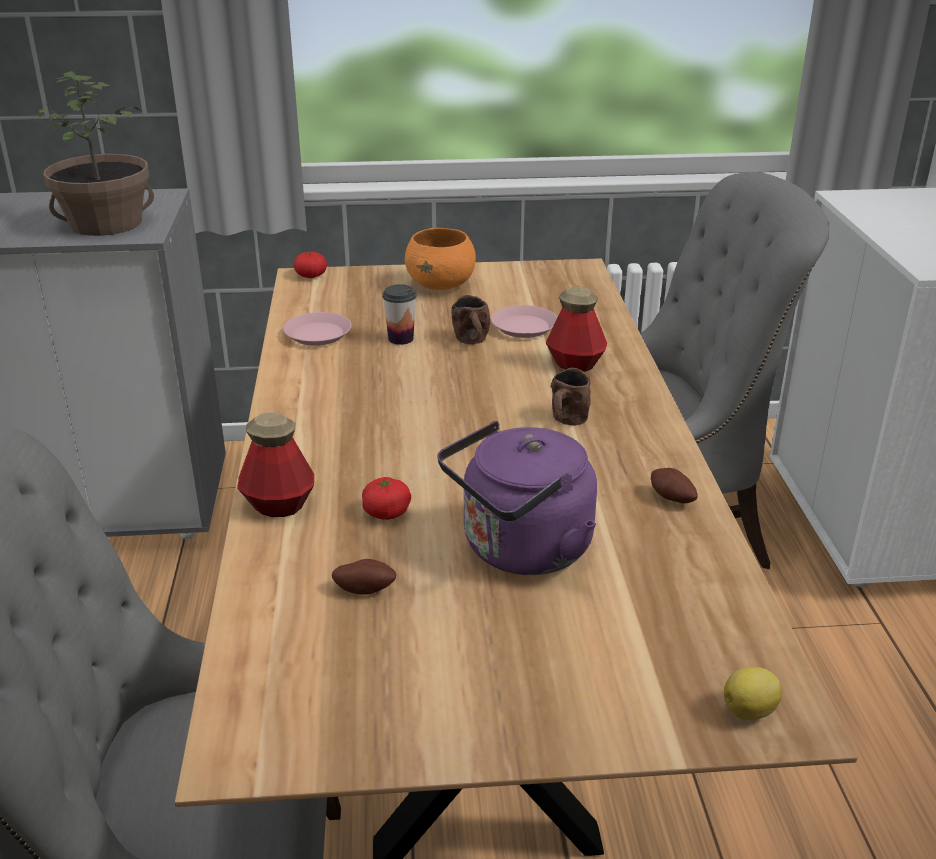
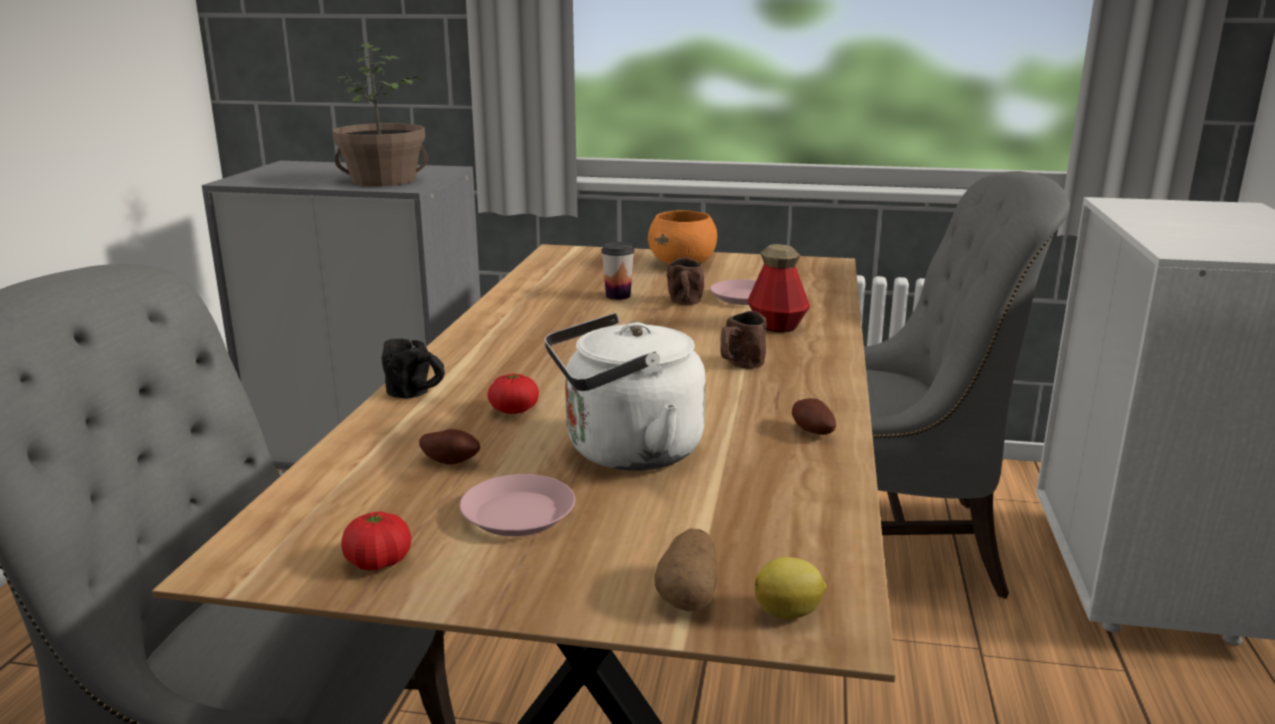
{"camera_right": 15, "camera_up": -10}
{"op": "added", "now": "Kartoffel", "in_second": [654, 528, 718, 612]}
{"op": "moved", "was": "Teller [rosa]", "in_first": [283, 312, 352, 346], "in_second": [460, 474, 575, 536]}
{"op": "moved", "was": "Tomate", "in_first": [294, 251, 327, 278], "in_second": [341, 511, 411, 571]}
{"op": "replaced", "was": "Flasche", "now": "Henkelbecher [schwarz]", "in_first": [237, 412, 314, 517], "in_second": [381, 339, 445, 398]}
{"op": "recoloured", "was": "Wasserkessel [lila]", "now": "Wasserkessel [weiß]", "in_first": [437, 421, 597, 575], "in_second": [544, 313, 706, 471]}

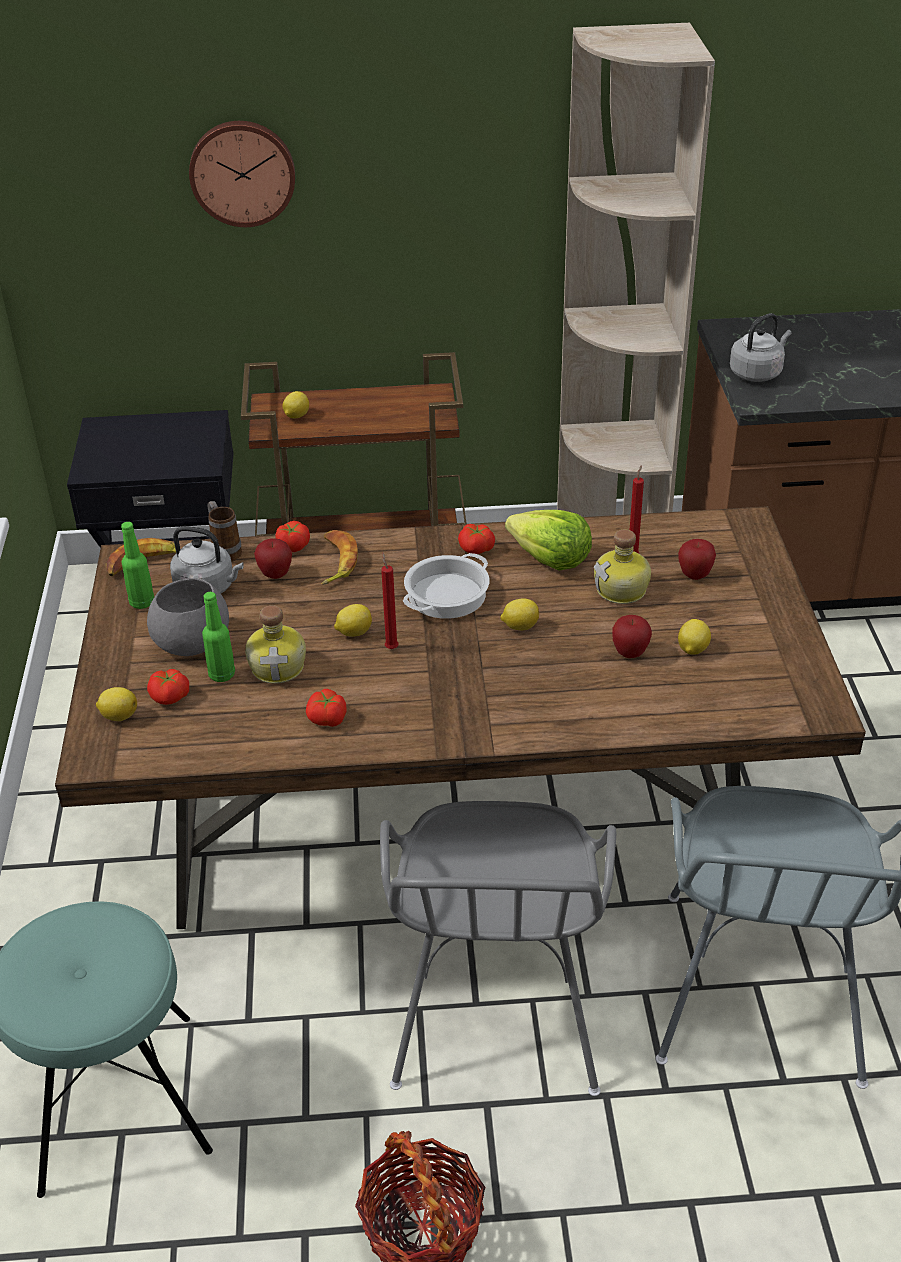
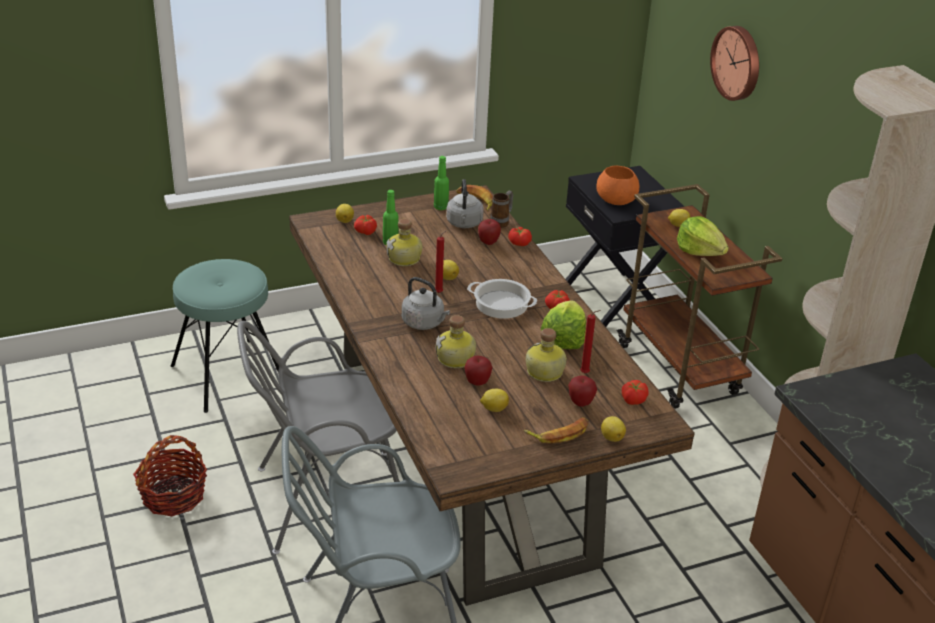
{"camera_right": 70, "camera_up": -5}
{"op": "removed", "was": "Schüssel [grau]", "in_first": [147, 578, 229, 656]}
{"op": "added", "now": "Flasche", "in_second": [435, 315, 476, 368]}
{"op": "added", "now": "Schüssel [orange]", "in_second": [596, 165, 639, 205]}
{"op": "added", "now": "Salatkopf", "in_second": [677, 216, 729, 256]}
{"op": "moved", "was": "Tomate", "in_first": [306, 689, 346, 727], "in_second": [622, 380, 648, 405]}
{"op": "moved", "was": "Banane", "in_first": [322, 530, 358, 585], "in_second": [523, 417, 589, 444]}
{"op": "moved", "was": "Zitrone", "in_first": [500, 598, 539, 630], "in_second": [601, 416, 626, 442]}
{"op": "moved", "was": "Wasserkessel [grau]", "in_first": [730, 313, 792, 382], "in_second": [402, 277, 450, 330]}

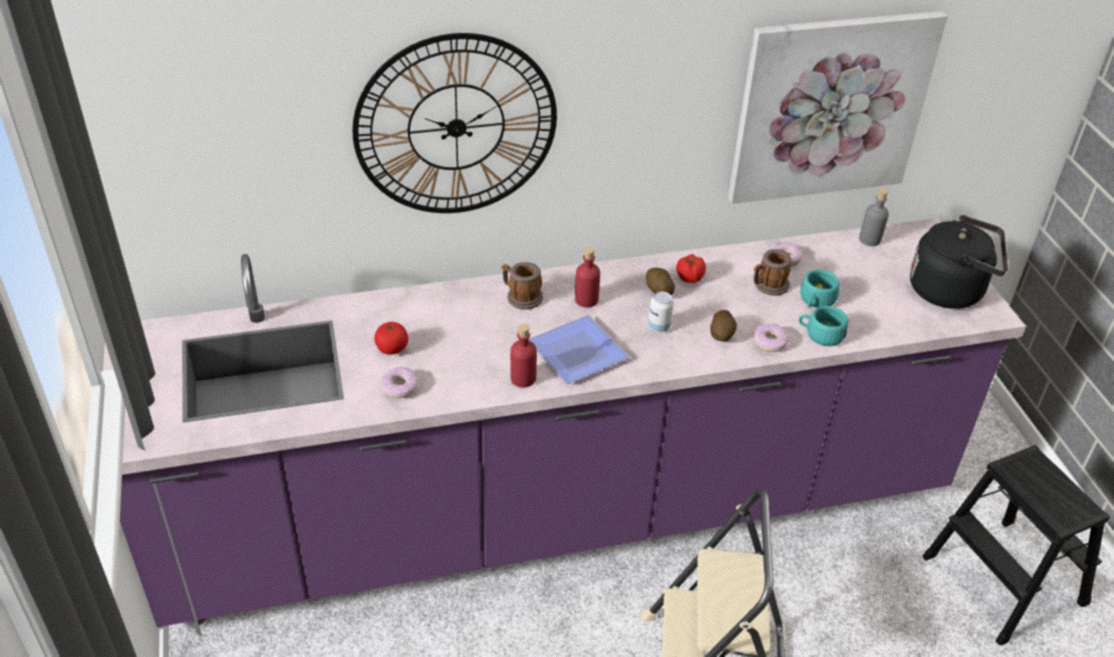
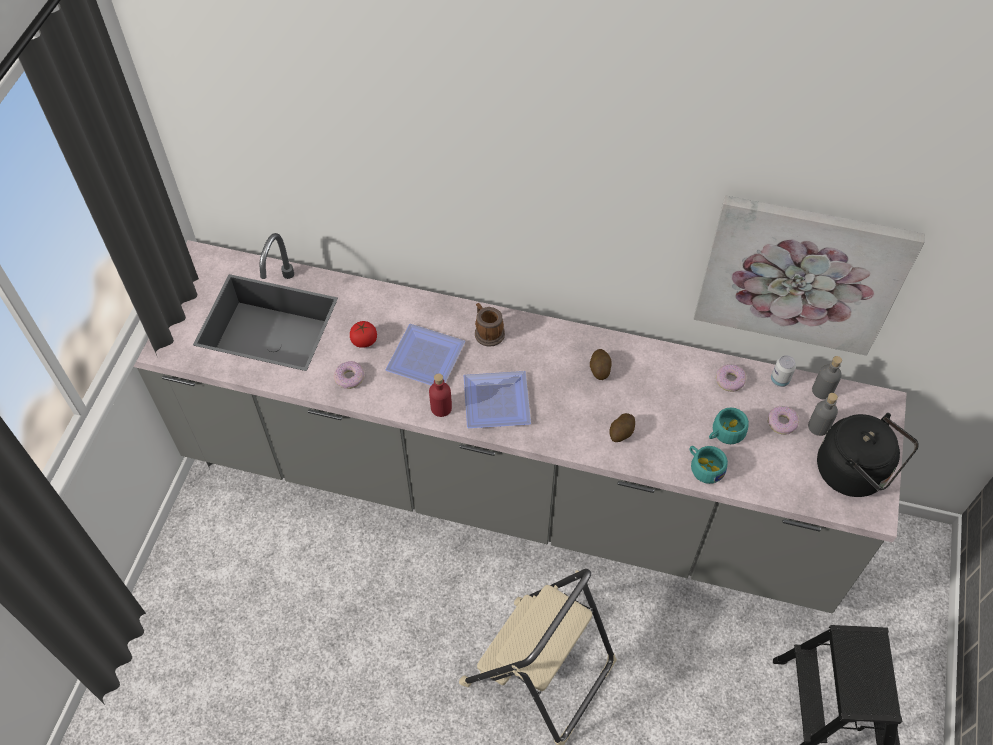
{"camera_right": 30, "camera_up": 15}
{"op": "removed", "was": "Wanduhr", "in_first": [352, 33, 557, 213]}
{"op": "removed", "was": "Flasche [rot]", "in_first": [575, 247, 600, 307]}
{"op": "removed", "was": "Tomate", "in_first": [676, 254, 706, 283]}
{"op": "removed", "was": "Henkelbecher", "in_first": [754, 249, 791, 296]}
{"op": "added", "now": "Teller", "in_second": [385, 324, 465, 385]}
{"op": "added", "now": "Flasche [grau]", "in_second": [808, 393, 838, 436]}
{"op": "moved", "was": "Dose", "in_first": [648, 291, 674, 332], "in_second": [771, 355, 796, 387]}
{"op": "moved", "was": "Donut", "in_first": [753, 323, 789, 352], "in_second": [767, 406, 799, 435]}
{"op": "recoloured", "was": "Küchenzeile [lila]", "now": "Küchenzeile [grau]", "in_first": [103, 218, 1026, 627], "in_second": [134, 233, 907, 613]}

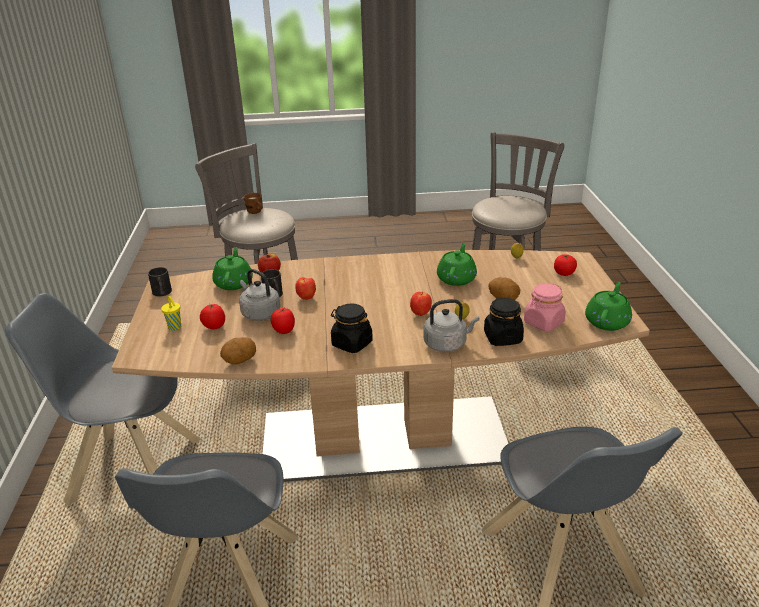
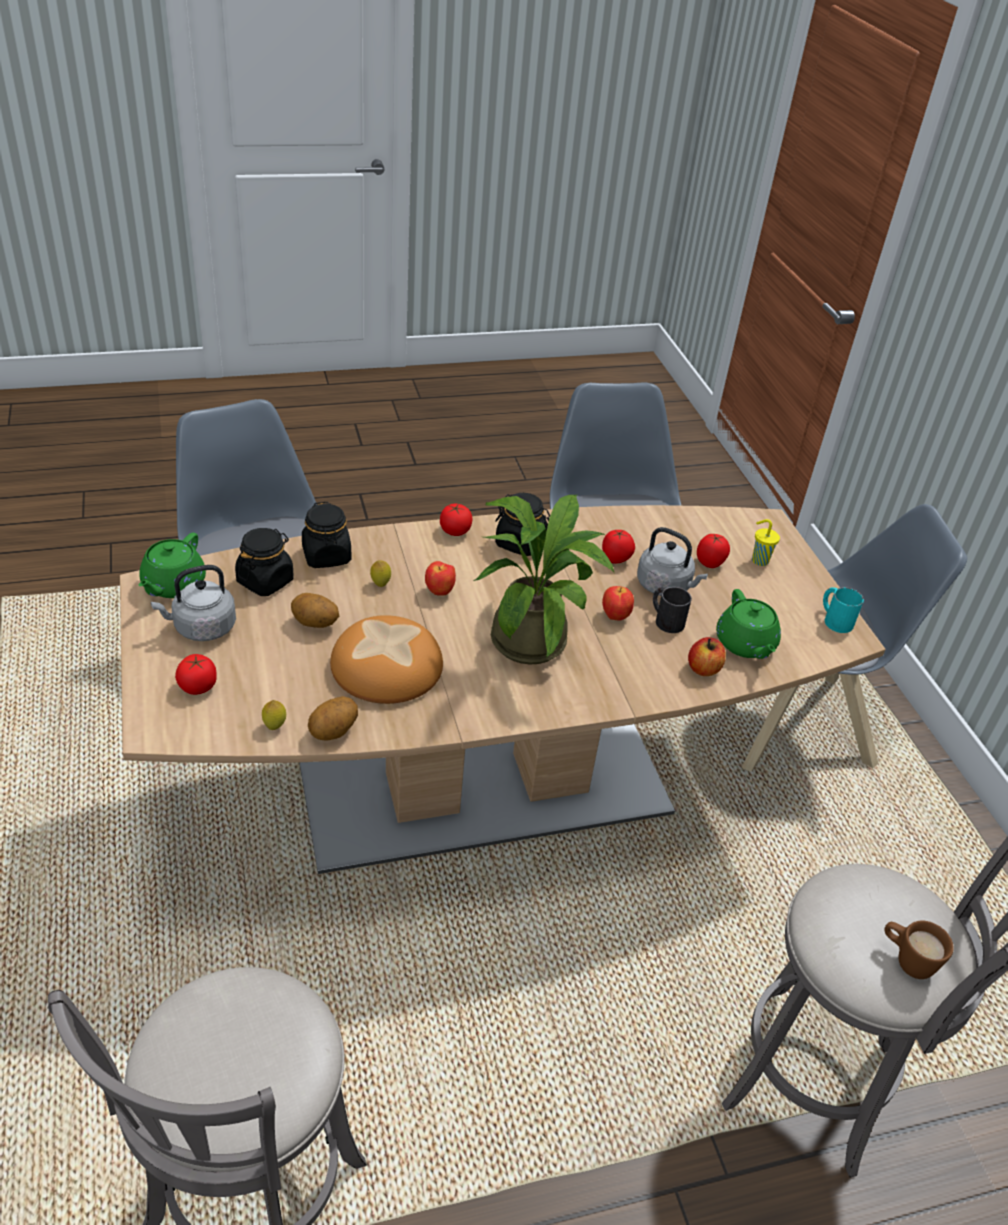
{"camera_right": 165, "camera_up": 10}
{"op": "added", "now": "Tomate", "in_second": [440, 504, 472, 536]}
{"op": "added", "now": "Topfpflanze", "in_second": [473, 495, 614, 665]}
{"op": "moved", "was": "Kartoffel", "in_first": [220, 337, 256, 364], "in_second": [308, 696, 358, 740]}
{"op": "moved", "was": "Wasserkessel [grau]", "in_first": [423, 299, 480, 352], "in_second": [151, 565, 236, 641]}
{"op": "replaced", "was": "Teekanne [grün]", "now": "Brot", "in_first": [437, 243, 477, 286], "in_second": [330, 615, 443, 704]}
{"op": "recoloured", "was": "Henkelbecher [schwarz]", "now": "Henkelbecher [türkis]", "in_first": [148, 267, 172, 297], "in_second": [823, 587, 864, 633]}
{"op": "recoloured", "was": "Vorratsglas [rosa]", "now": "Vorratsglas [schwarz]", "in_first": [524, 283, 566, 331], "in_second": [235, 528, 294, 596]}

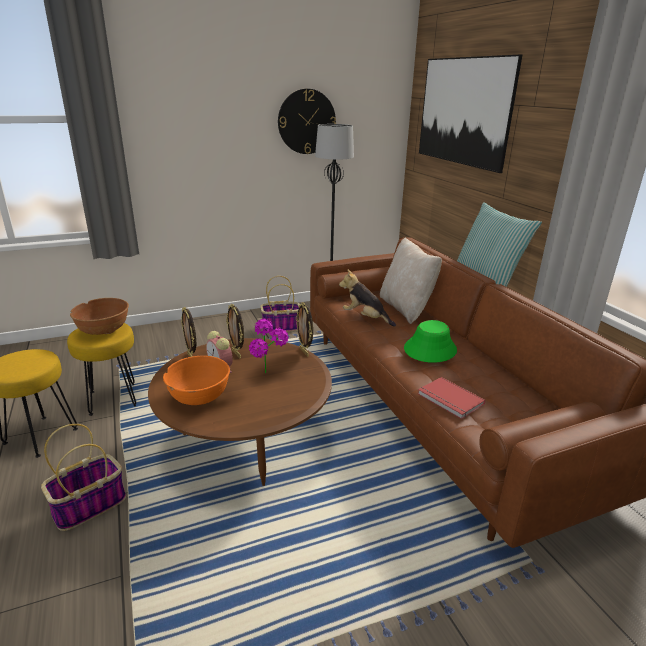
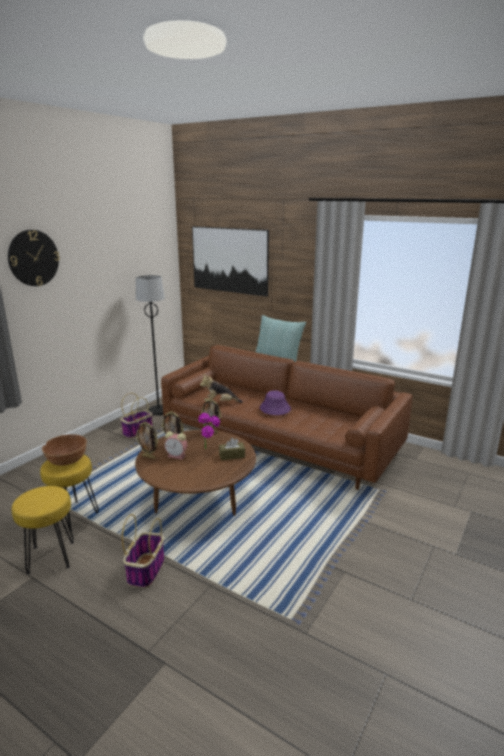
{"camera_right": -35, "camera_up": -5}
{"op": "removed", "was": "Schüssel [orange]", "in_first": [163, 356, 230, 405]}
{"op": "removed", "was": "Kissen [beige]", "in_first": [380, 237, 442, 324]}
{"op": "removed", "was": "Buch [rot]", "in_first": [418, 377, 485, 419]}
{"op": "added", "now": "Taschentuchbox [braun]", "in_second": [219, 438, 245, 460]}
{"op": "moved", "was": "Wanduhr", "in_first": [278, 89, 336, 154], "in_second": [8, 230, 60, 286]}
{"op": "recoloured", "was": "Hut [grün]", "now": "Hut [lila]", "in_first": [404, 320, 457, 363], "in_second": [260, 390, 291, 415]}

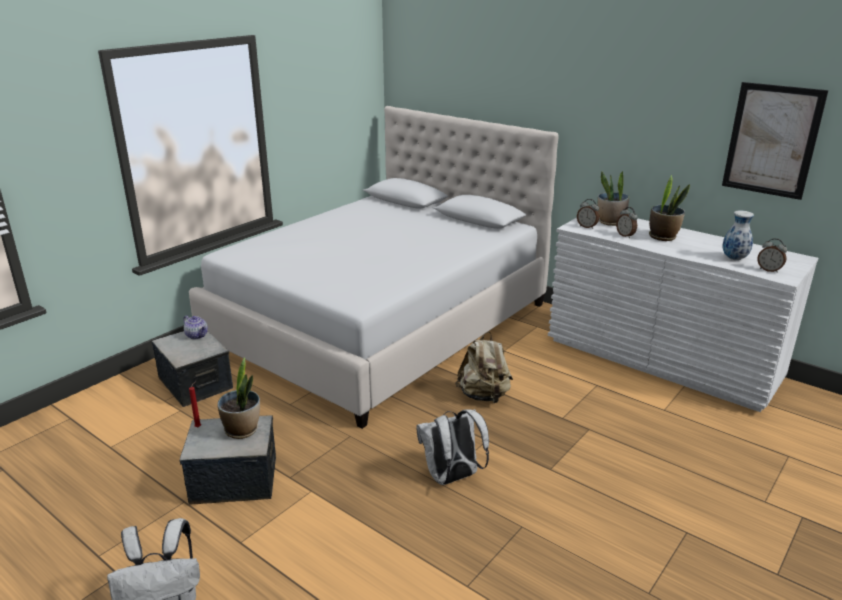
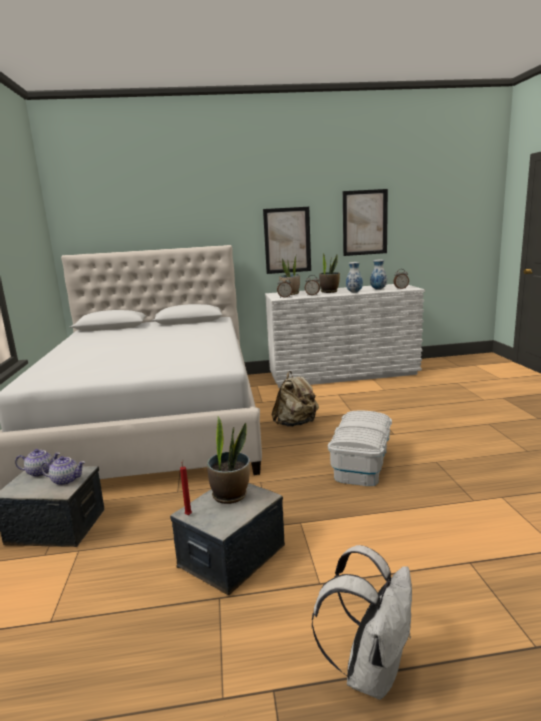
{"camera_right": -45, "camera_up": -10}
{"op": "added", "now": "Teekanne", "in_second": [41, 456, 85, 486]}
{"op": "added", "now": "Bild", "in_second": [263, 207, 311, 274]}
{"op": "added", "now": "Vase", "in_second": [346, 262, 363, 293]}
{"op": "replaced", "was": "Rucksack [weiß]", "now": "Aufbewahrungsbox [weiß]", "in_first": [416, 409, 489, 485], "in_second": [328, 410, 392, 486]}

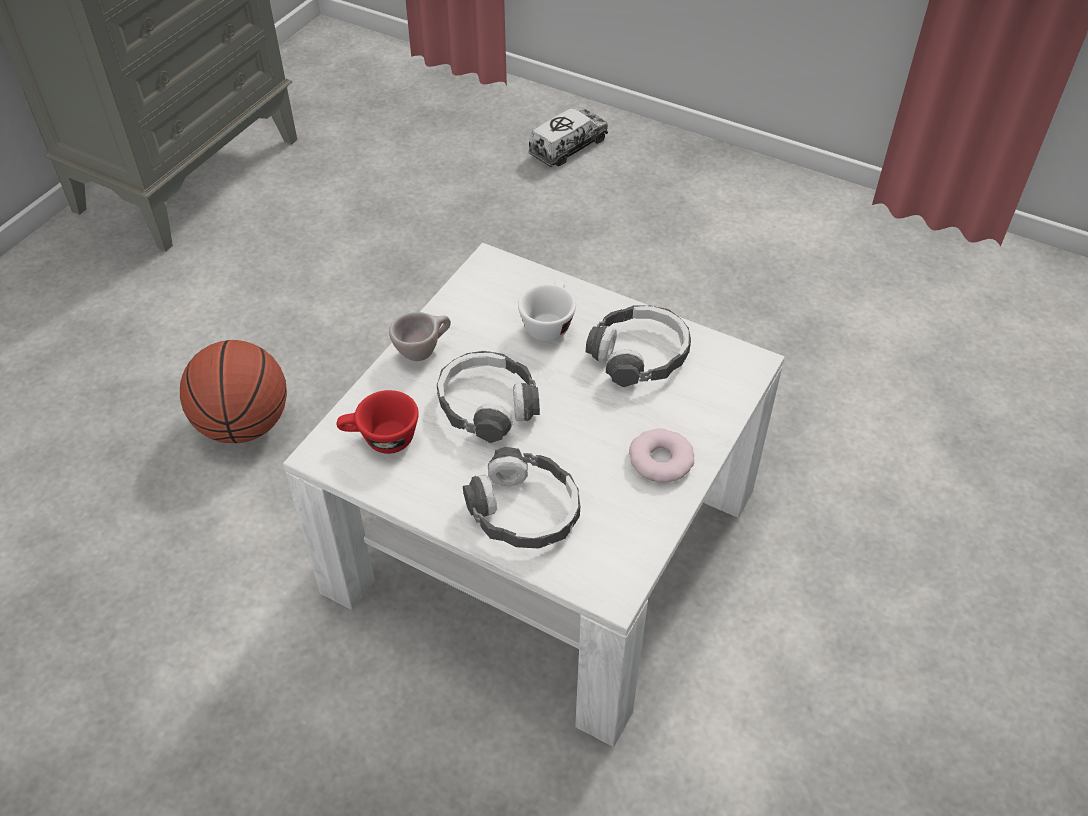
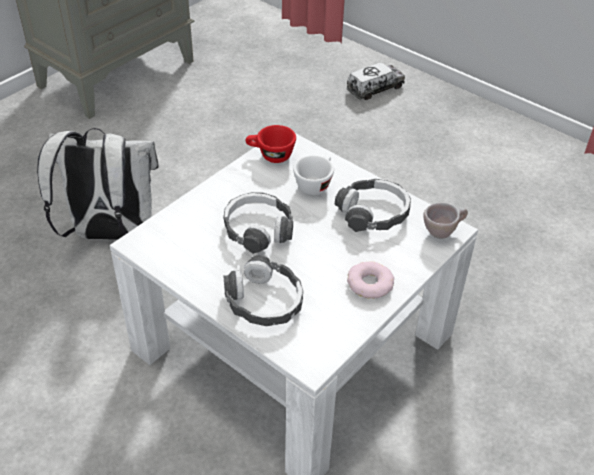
{"camera_right": 10, "camera_up": -5}
{"op": "moved", "was": "Tasse [rot]", "in_first": [336, 390, 419, 454], "in_second": [246, 125, 296, 163]}
{"op": "moved", "was": "Tasse [beige]", "in_first": [389, 312, 451, 361], "in_second": [423, 203, 468, 239]}
{"op": "replaced", "was": "Basketball", "now": "Rucksack [weiß]", "in_first": [180, 340, 287, 443], "in_second": [37, 128, 159, 240]}

